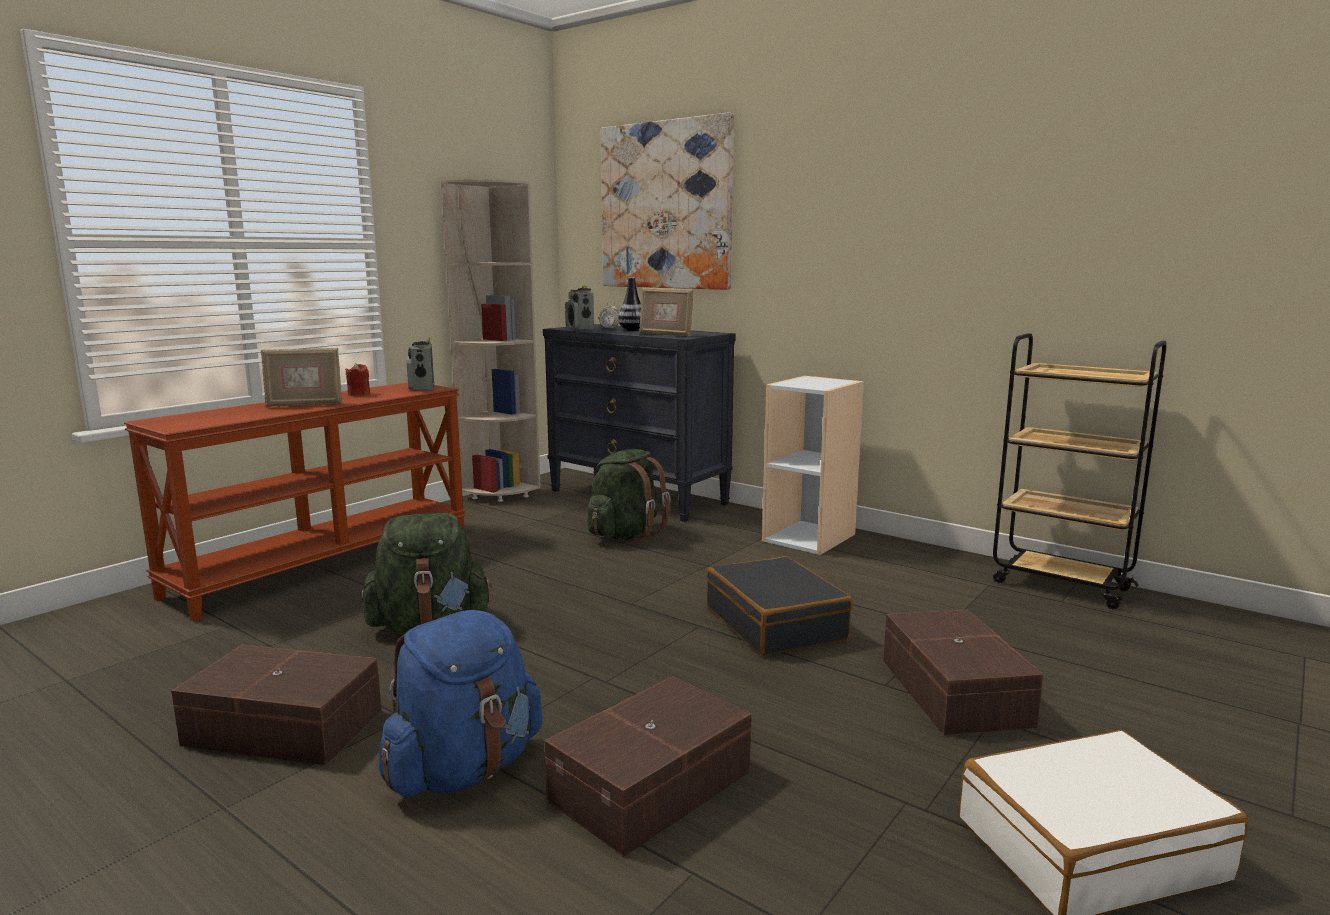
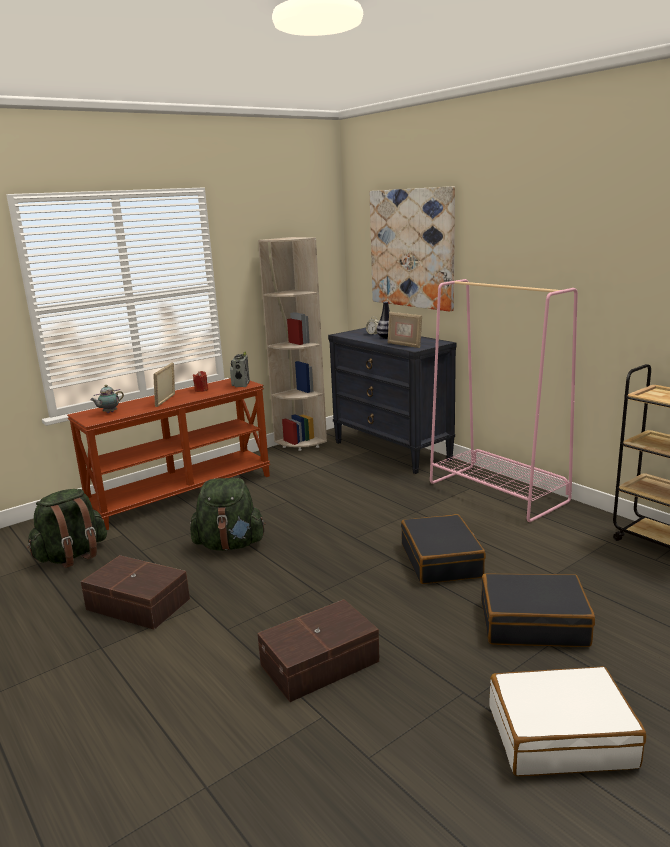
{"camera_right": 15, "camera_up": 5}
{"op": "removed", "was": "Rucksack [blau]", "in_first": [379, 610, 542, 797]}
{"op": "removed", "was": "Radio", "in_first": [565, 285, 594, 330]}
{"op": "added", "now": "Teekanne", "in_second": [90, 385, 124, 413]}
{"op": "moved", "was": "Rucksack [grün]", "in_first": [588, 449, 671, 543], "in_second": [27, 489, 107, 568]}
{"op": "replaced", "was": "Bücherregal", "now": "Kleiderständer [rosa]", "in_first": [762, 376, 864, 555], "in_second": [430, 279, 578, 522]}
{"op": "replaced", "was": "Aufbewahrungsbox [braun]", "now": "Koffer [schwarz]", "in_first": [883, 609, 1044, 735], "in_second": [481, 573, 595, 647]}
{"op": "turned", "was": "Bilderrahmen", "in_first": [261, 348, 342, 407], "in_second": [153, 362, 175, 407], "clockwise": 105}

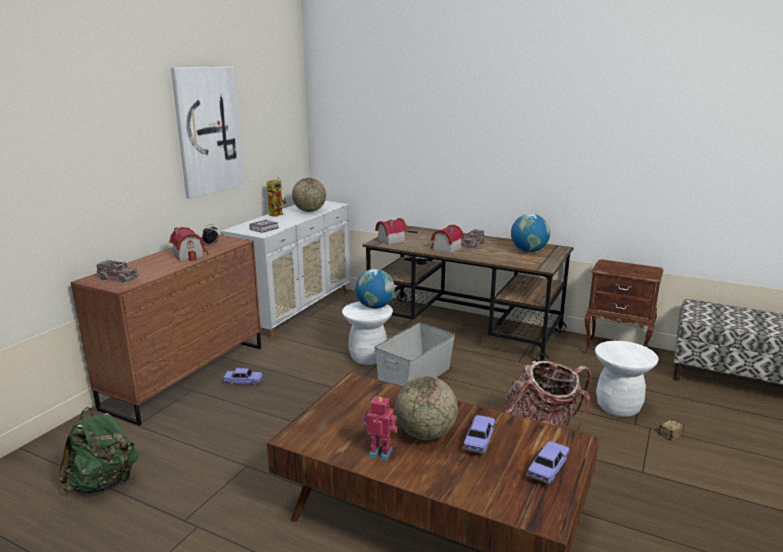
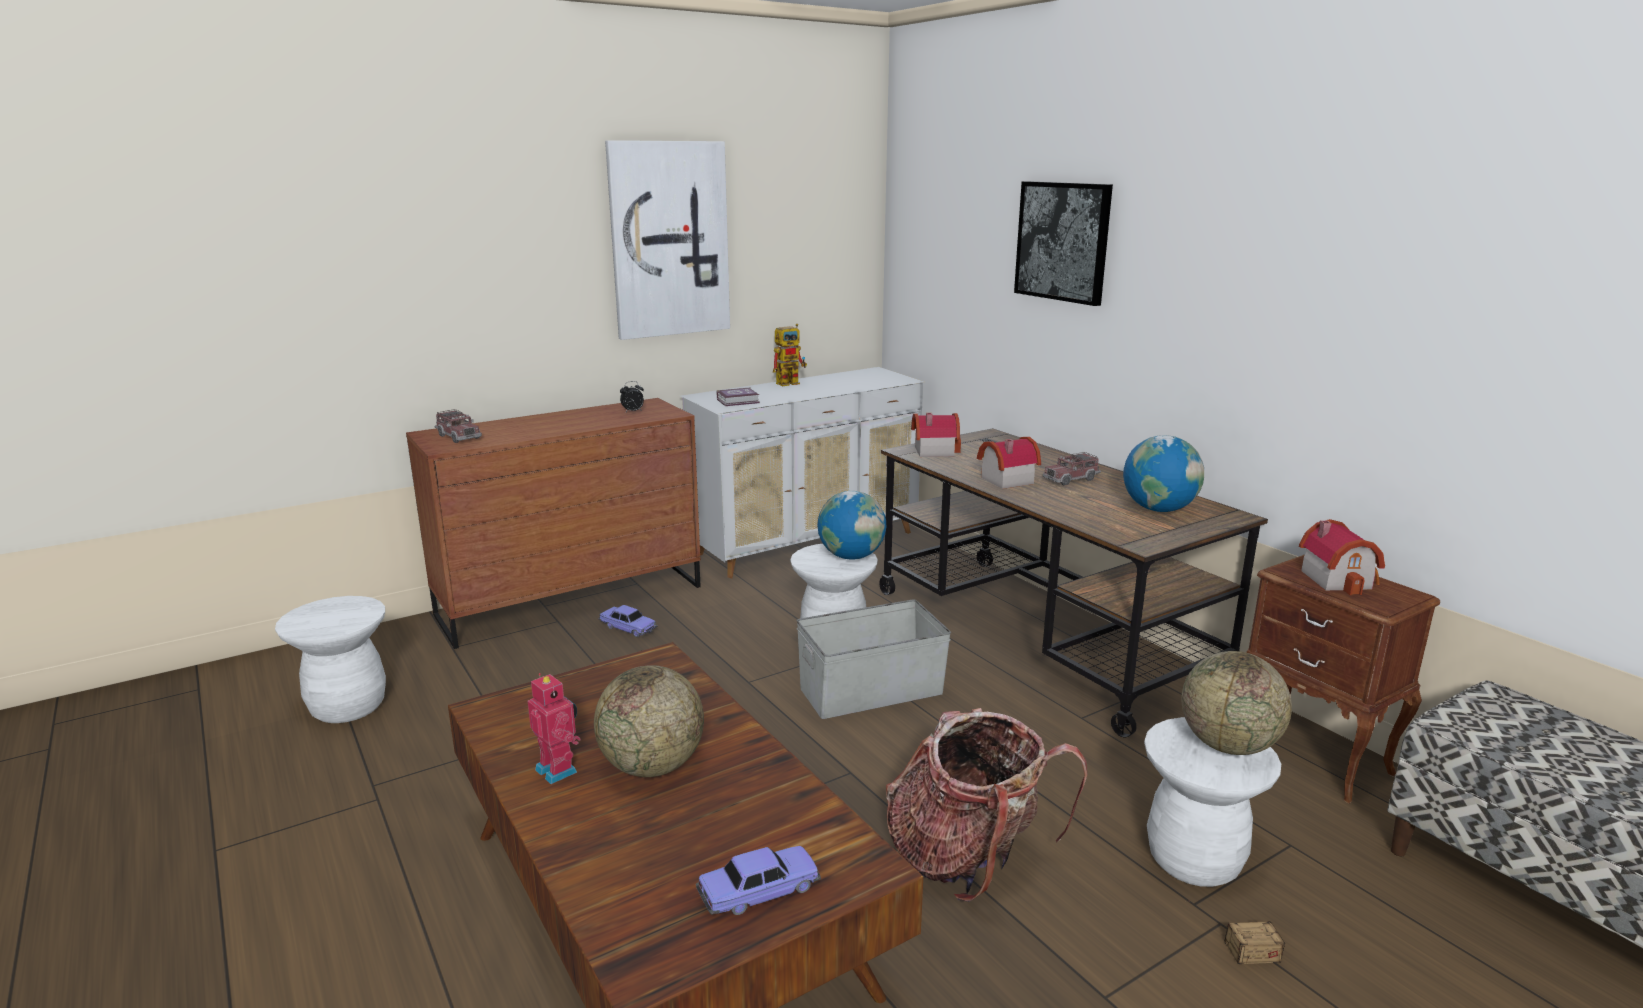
{"camera_right": 30, "camera_up": 0}
{"op": "removed", "was": "Spielzeugauto", "in_first": [462, 415, 495, 454]}
{"op": "added", "now": "Bild", "in_second": [1014, 181, 1113, 306]}
{"op": "moved", "was": "Spielzeughaus", "in_first": [169, 227, 209, 261], "in_second": [1299, 519, 1385, 595]}
{"op": "moved", "was": "Globus", "in_first": [292, 178, 326, 212], "in_second": [1181, 651, 1292, 755]}
{"op": "replaced", "was": "Rucksack [grün]", "now": "Hocker [weiß]", "in_first": [58, 407, 138, 494], "in_second": [275, 596, 386, 723]}

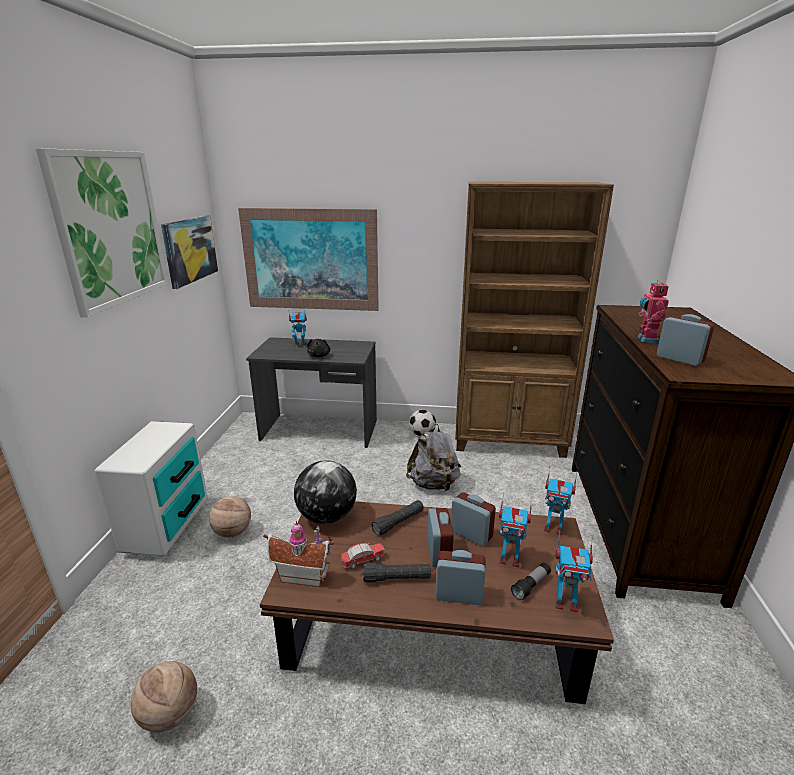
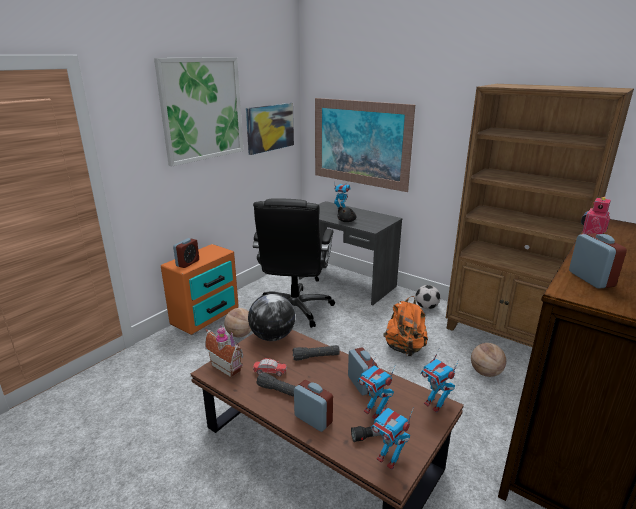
{"camera_right": 30, "camera_up": 0}
{"op": "added", "now": "Bürostuhl [schwarz]", "in_second": [253, 198, 335, 328]}
{"op": "moved", "was": "Basketball", "in_first": [130, 661, 197, 732], "in_second": [471, 343, 506, 377]}
{"op": "moved", "was": "Wecker", "in_first": [427, 508, 454, 567], "in_second": [173, 238, 199, 268]}
{"op": "recoloured", "was": "Nachttisch [weiß]", "now": "Nachttisch [orange]", "in_first": [95, 421, 208, 556], "in_second": [161, 244, 239, 335]}
{"op": "recoloured", "was": "Rucksack [grau]", "now": "Rucksack [orange]", "in_first": [406, 424, 461, 491], "in_second": [383, 296, 428, 356]}

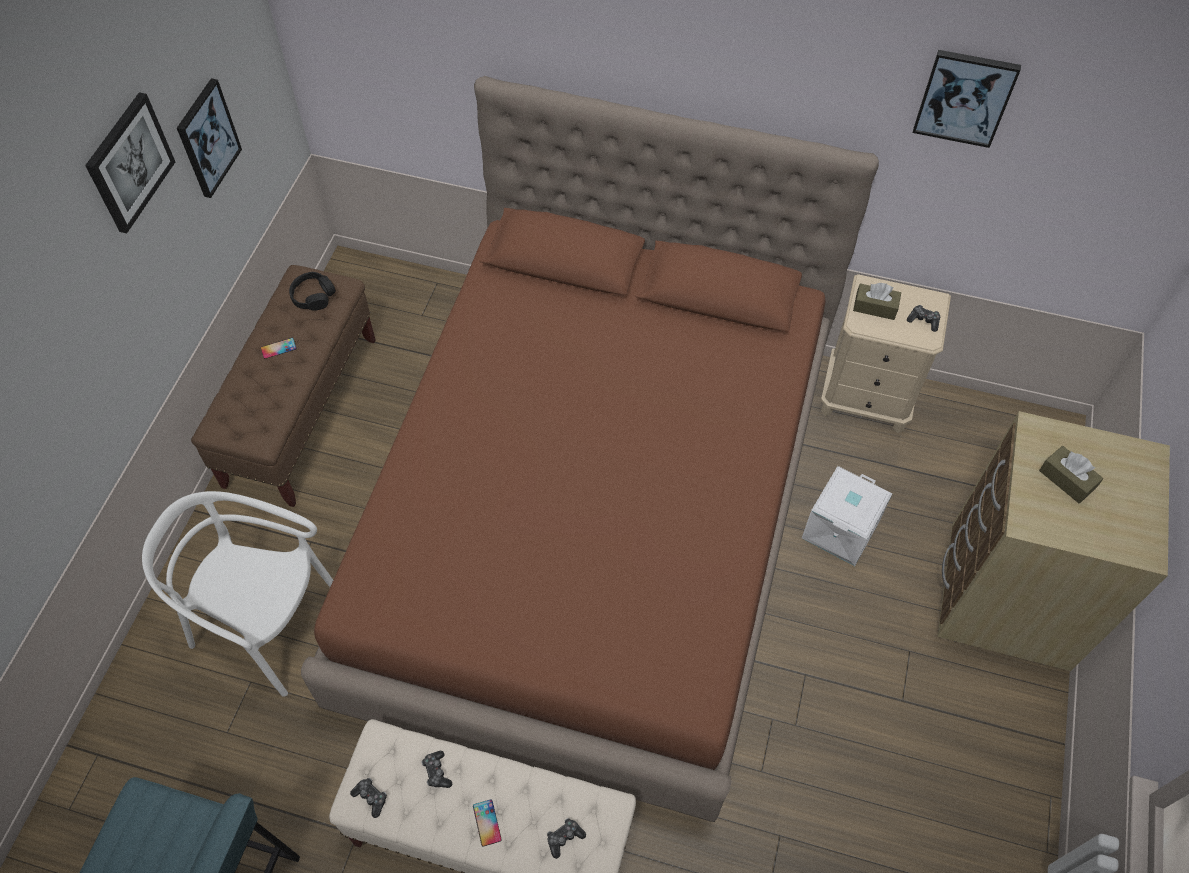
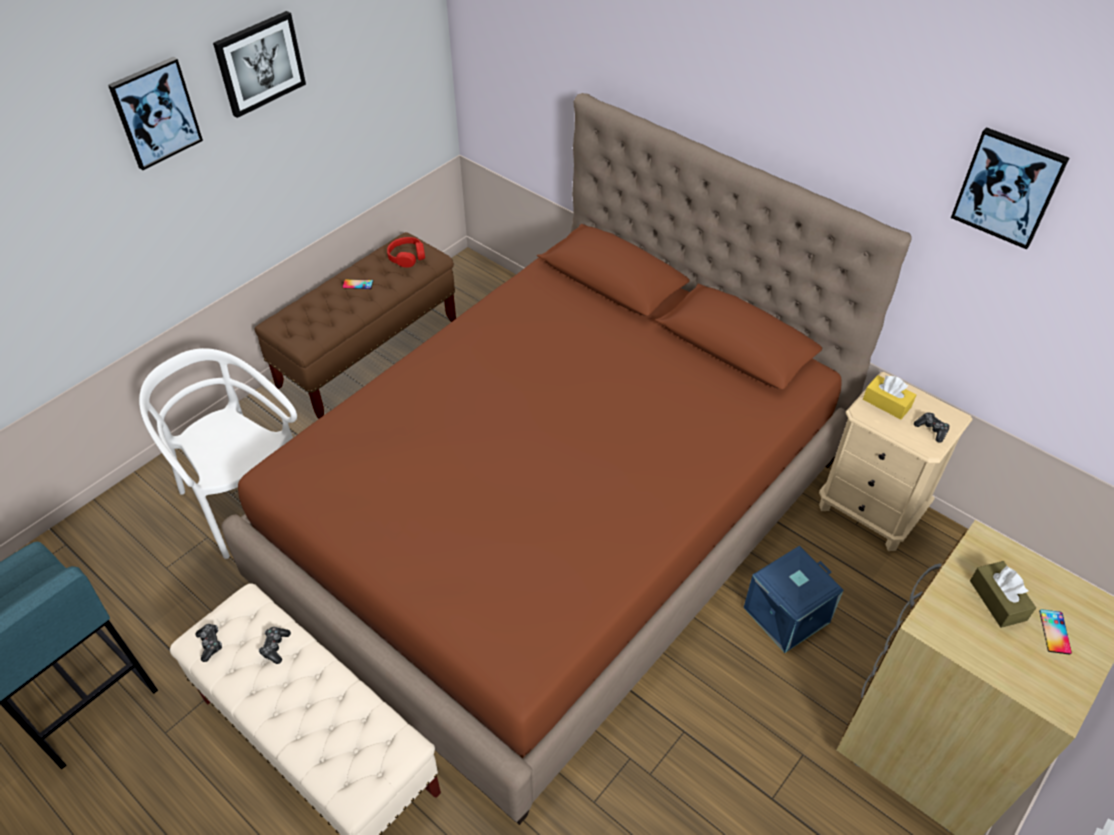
{"camera_right": 25, "camera_up": -10}
{"op": "removed", "was": "Gamepad", "in_first": [547, 818, 586, 859]}
{"op": "moved", "was": "Bild", "in_first": [177, 78, 242, 198], "in_second": [108, 57, 203, 170]}
{"op": "moved", "was": "Handy", "in_first": [473, 799, 502, 847], "in_second": [1039, 609, 1072, 655]}
{"op": "recoloured", "was": "Kopfhörer [schwarz]", "now": "Kopfhörer [rot]", "in_first": [289, 272, 336, 311], "in_second": [387, 237, 425, 268]}
{"op": "recoloured", "was": "Aufbewahrungsbox [weiß]", "now": "Aufbewahrungsbox [blau]", "in_first": [802, 466, 893, 566], "in_second": [743, 546, 844, 653]}
{"op": "recoloured", "was": "Taschentuchbox [braun]", "now": "Taschentuchbox [gelb]", "in_first": [853, 283, 901, 320], "in_second": [863, 375, 916, 419]}

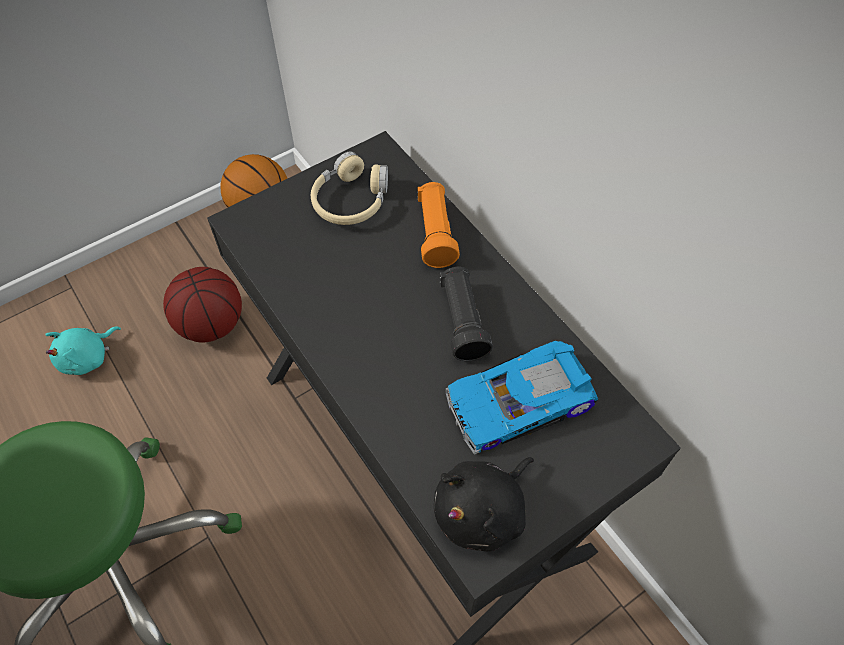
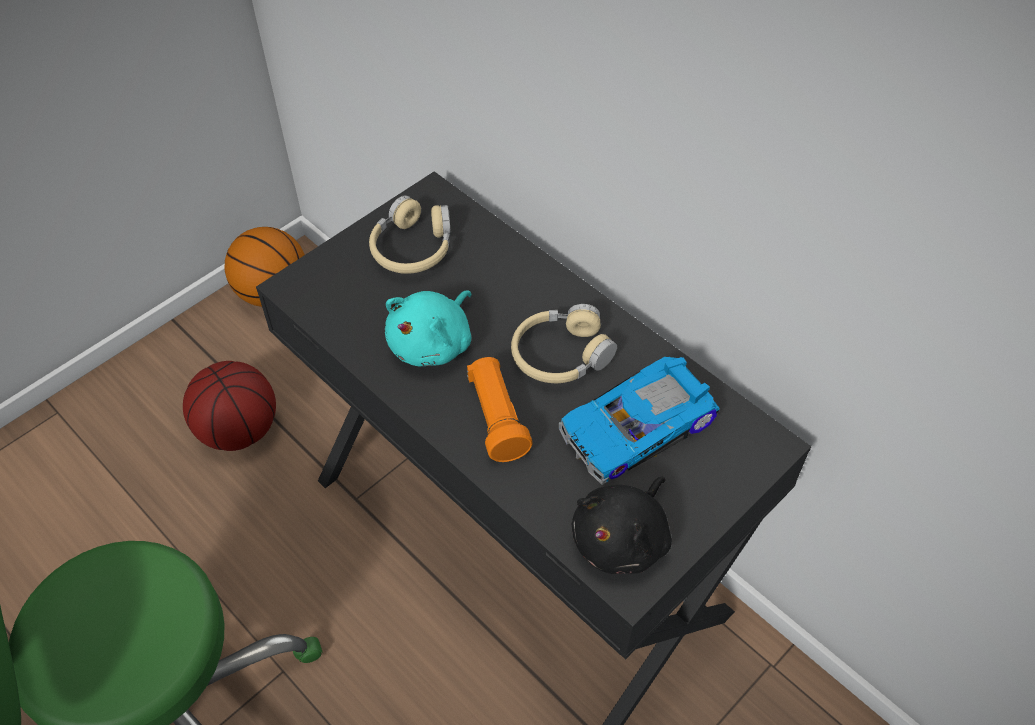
{"camera_right": -10, "camera_up": -5}
{"op": "moved", "was": "Plüschtier [türkis]", "in_first": [45, 326, 121, 375], "in_second": [385, 290, 472, 366]}
{"op": "moved", "was": "Taschenlampe [orange]", "in_first": [417, 182, 460, 268], "in_second": [467, 357, 533, 462]}
{"op": "replaced", "was": "Taschenlampe [schwarz]", "now": "Kopfhörer [beige]", "in_first": [440, 267, 493, 361], "in_second": [511, 304, 617, 383]}

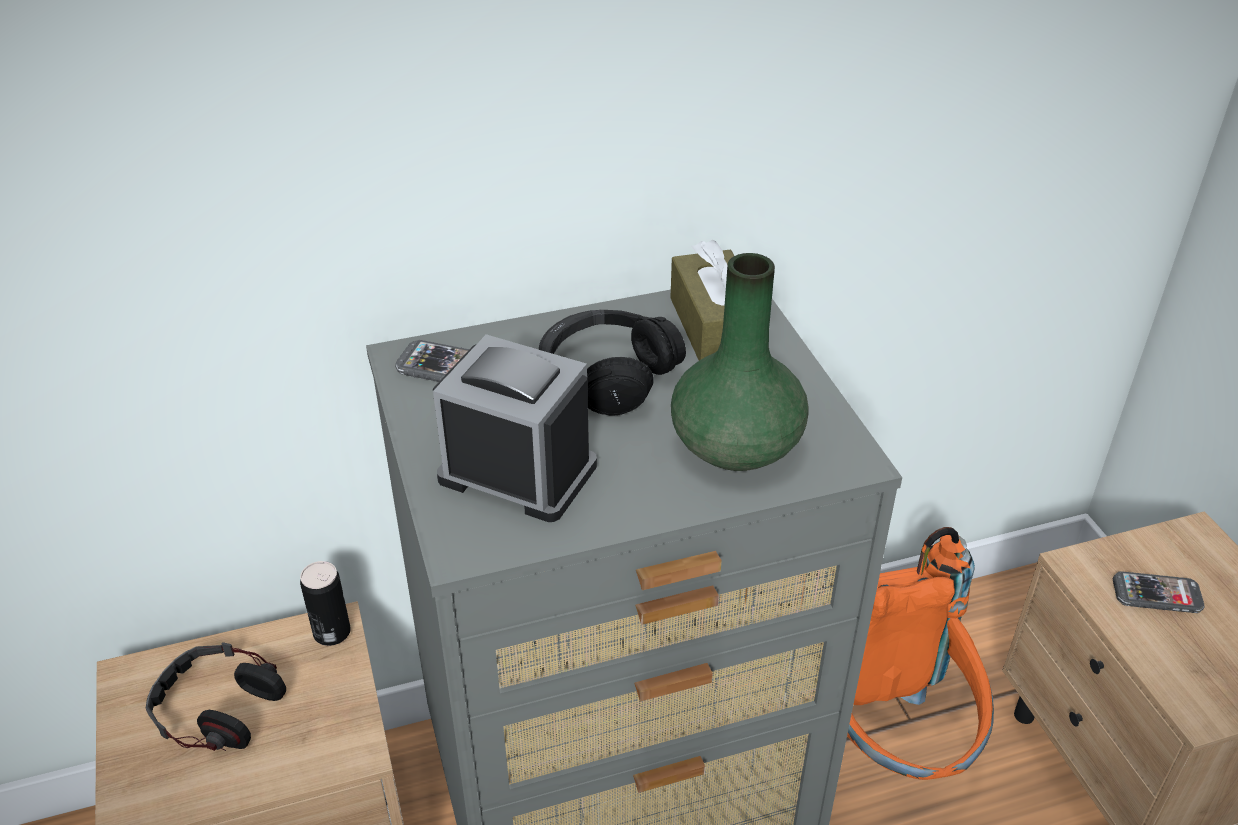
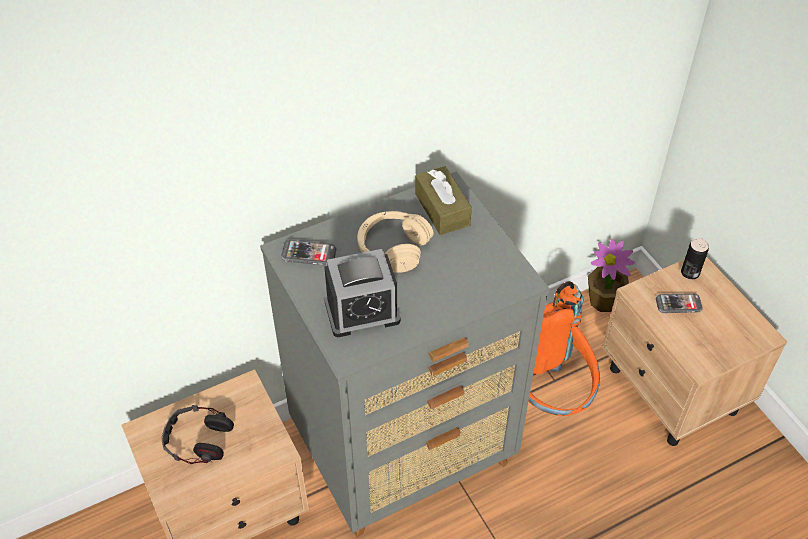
{"camera_right": -10, "camera_up": 10}
{"op": "removed", "was": "Vase [grün]", "in_first": [671, 253, 808, 471]}
{"op": "added", "now": "Topfpflanze", "in_second": [588, 239, 635, 312]}
{"op": "moved", "was": "Dose", "in_first": [300, 561, 351, 646], "in_second": [681, 238, 709, 279]}
{"op": "recoloured", "was": "Kopfhörer [schwarz]", "now": "Kopfhörer [beige]", "in_first": [539, 310, 686, 415], "in_second": [357, 211, 434, 273]}
{"op": "turned", "was": "Wecker", "in_first": [433, 334, 597, 522], "in_second": [324, 249, 401, 337], "clockwise": 150}

